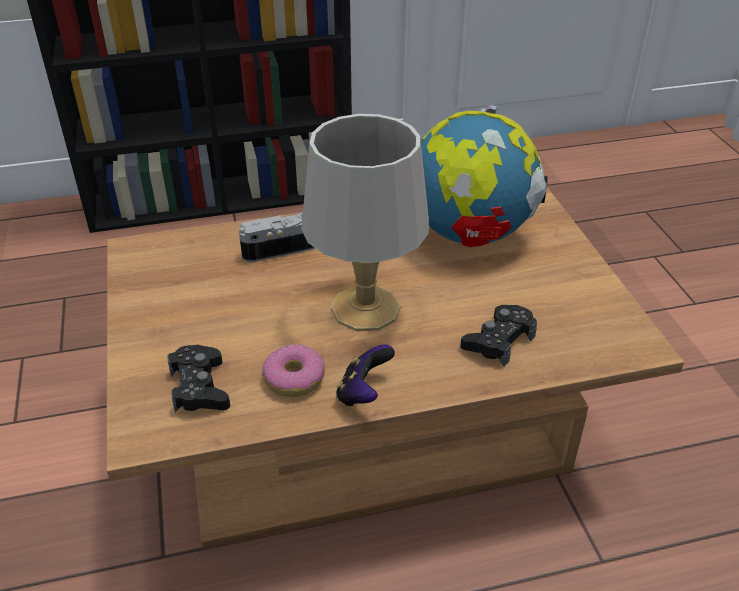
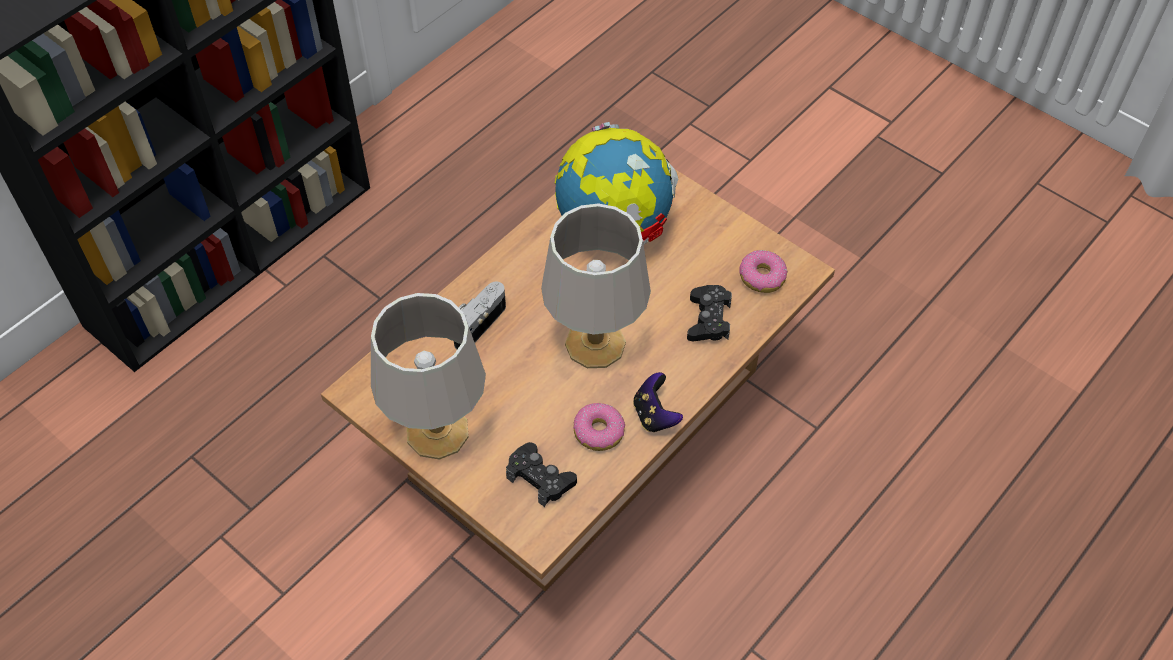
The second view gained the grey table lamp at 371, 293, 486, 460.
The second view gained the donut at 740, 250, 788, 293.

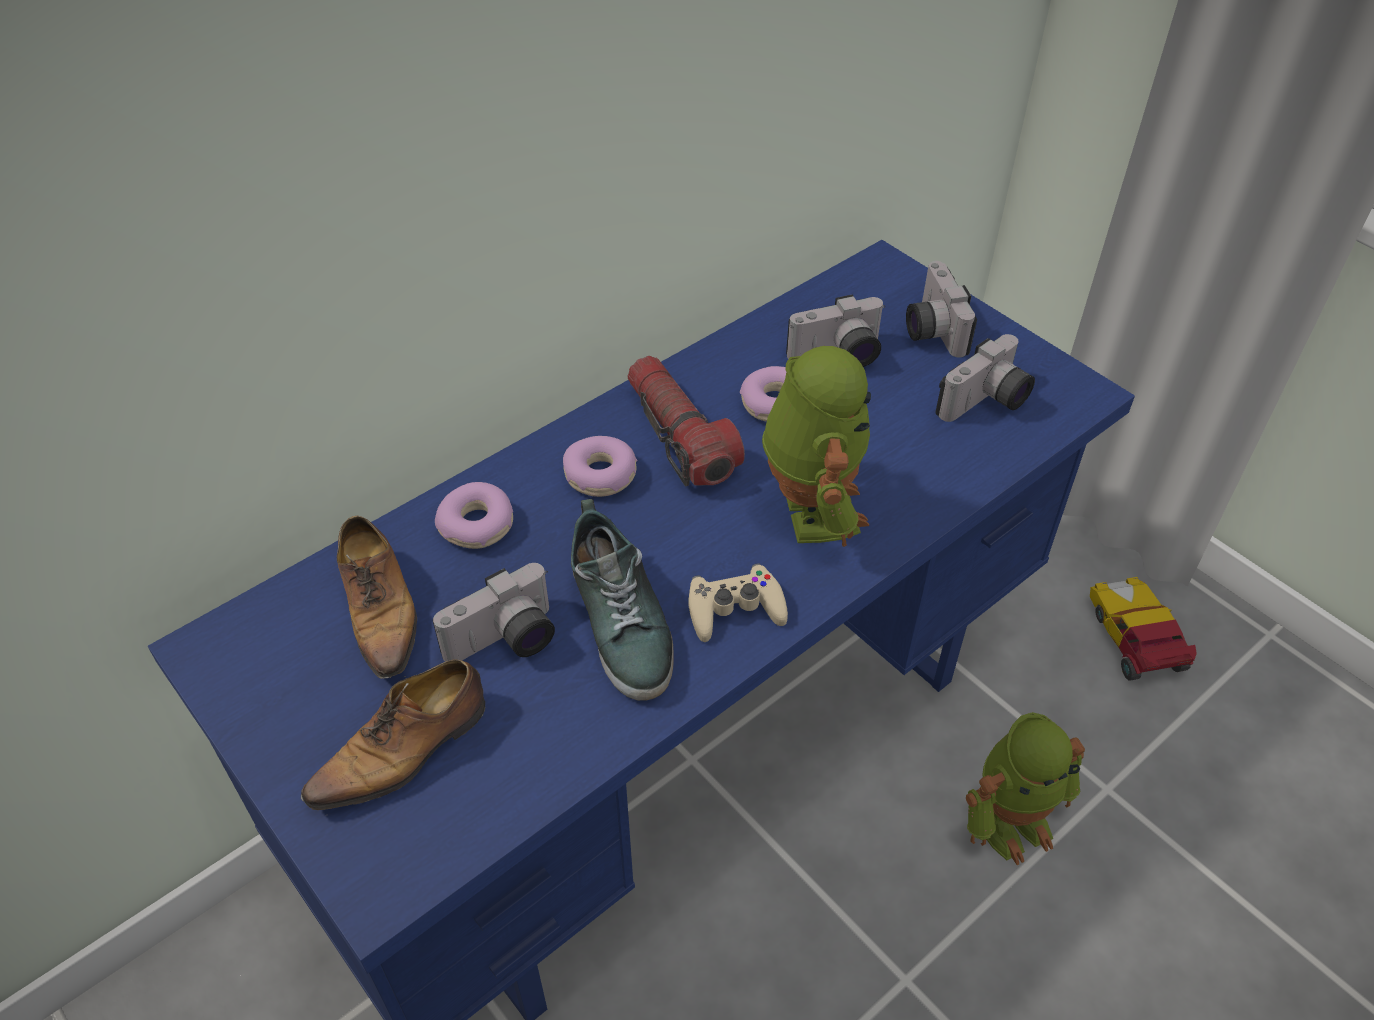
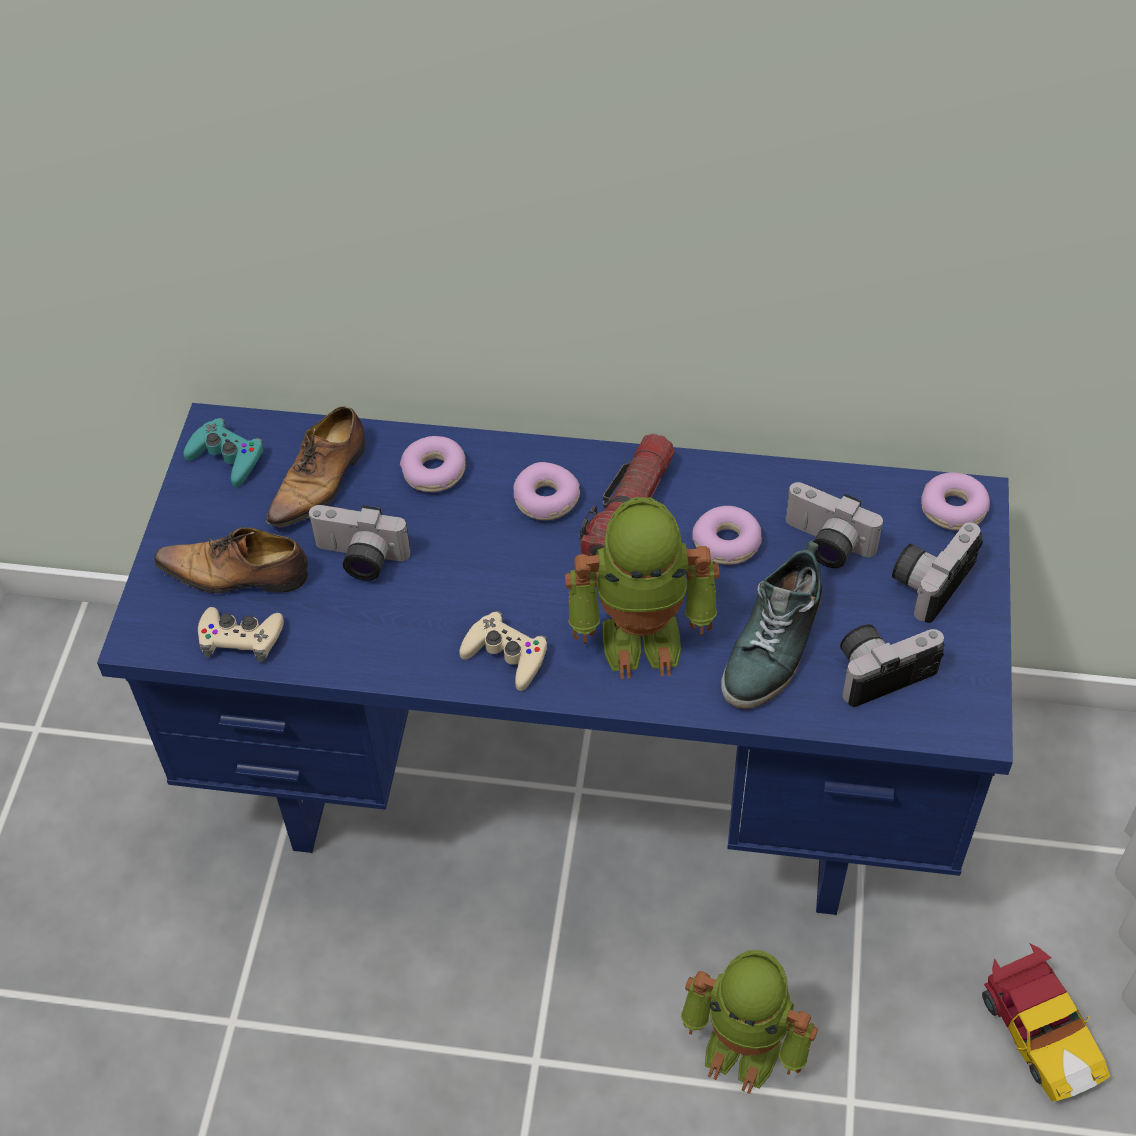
The second view gained the turquoise game controller at 183, 418, 264, 487.
The second view gained the beige game controller at 198, 607, 284, 662.
The toy robot at 762, 346, 871, 547 ended up facing another way, 45 degrees clockwise from before.
The shoe ended up elsewhere, having gone from 571, 499, 674, 701 to 721, 541, 822, 709.
The photo camera at 936, 334, 1035, 422 ended up facing another way, 150 degrees clockwise from before.
The second view gained the donut at 921, 472, 990, 530.
The toy car at 1090, 577, 1197, 681 ended up facing another way, 120 degrees clockwise from before.

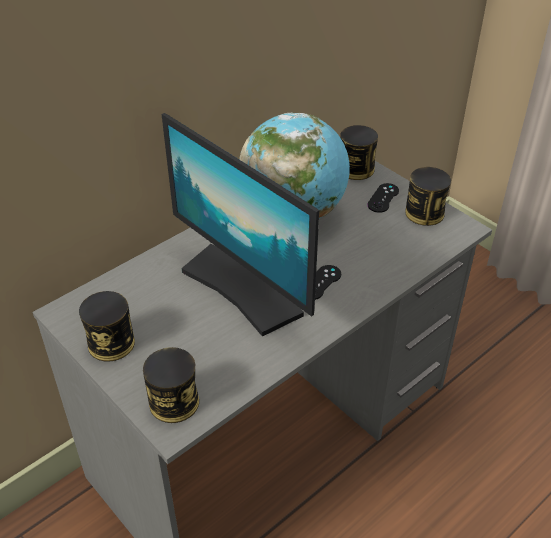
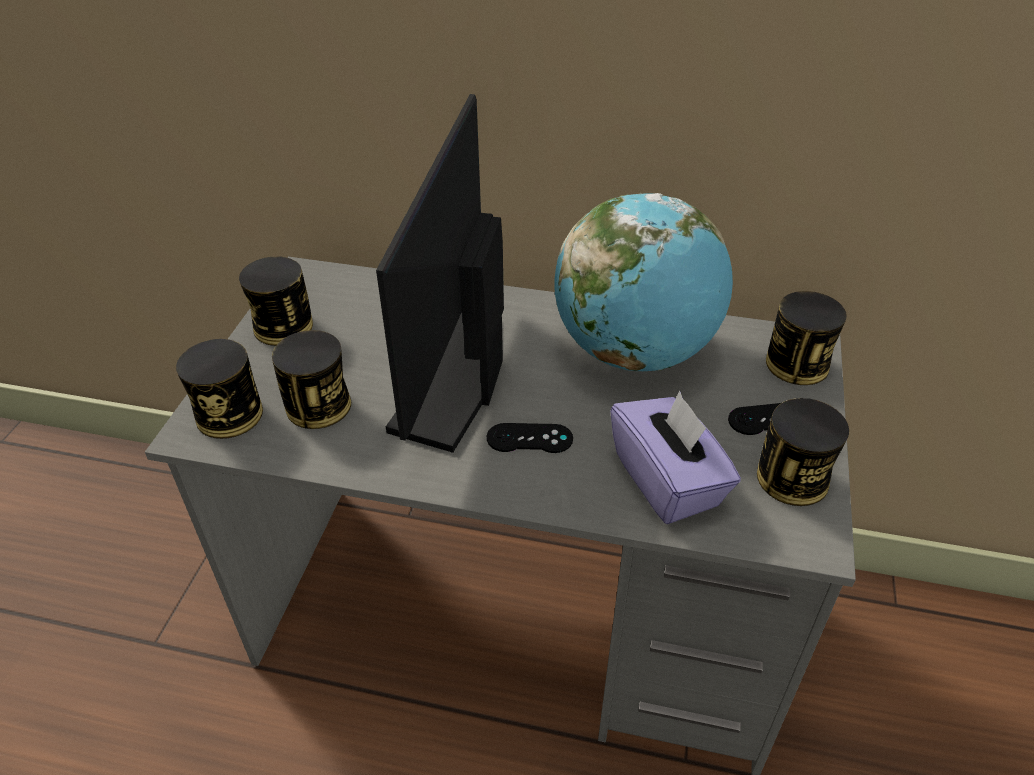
The second view gained the can at 272, 330, 351, 429.
The second view gained the purple tissue box at 610, 391, 741, 524.

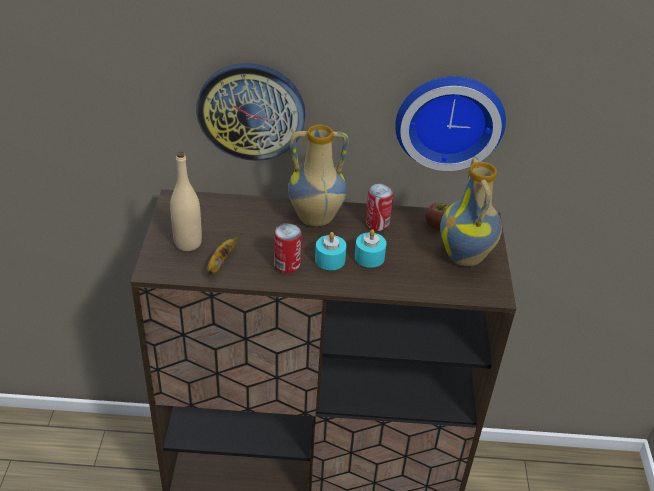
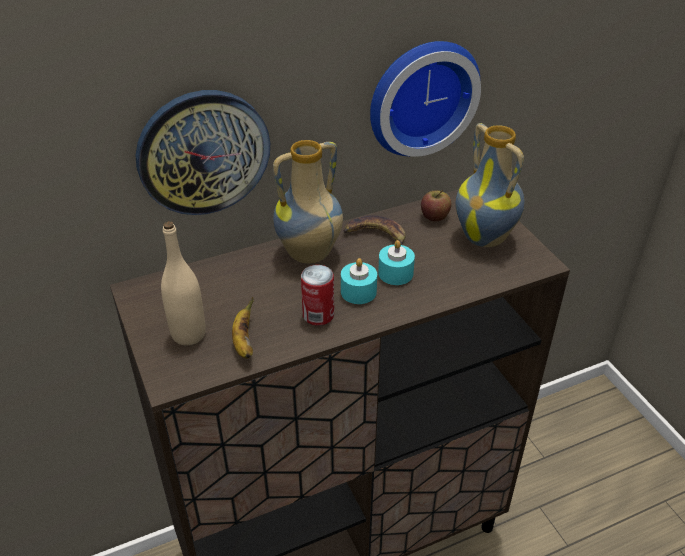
Where the can stood at 365, 184, 394, 231, the banana came to stand at 343, 215, 406, 245.

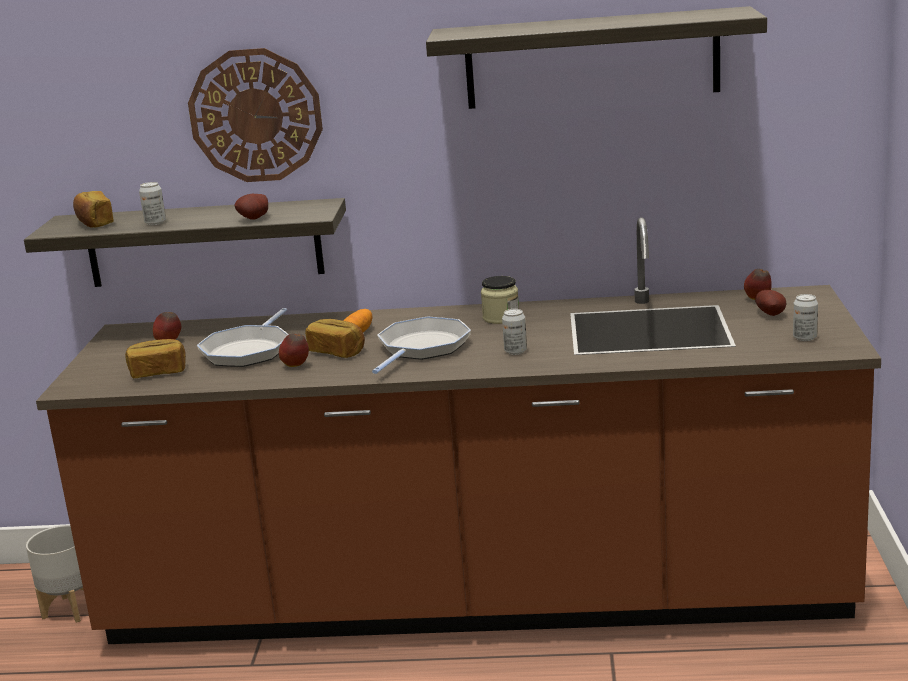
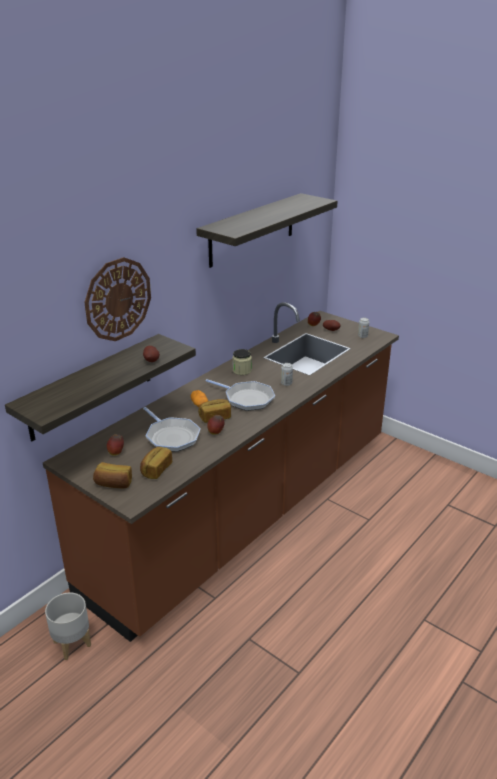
The bread ended up elsewhere, having gone from 73, 191, 114, 228 to 93, 462, 132, 488.
The frying pan at 372, 317, 471, 374 ended up facing another way, 150 degrees clockwise from before.
The second view lost the can at 139, 182, 166, 225.

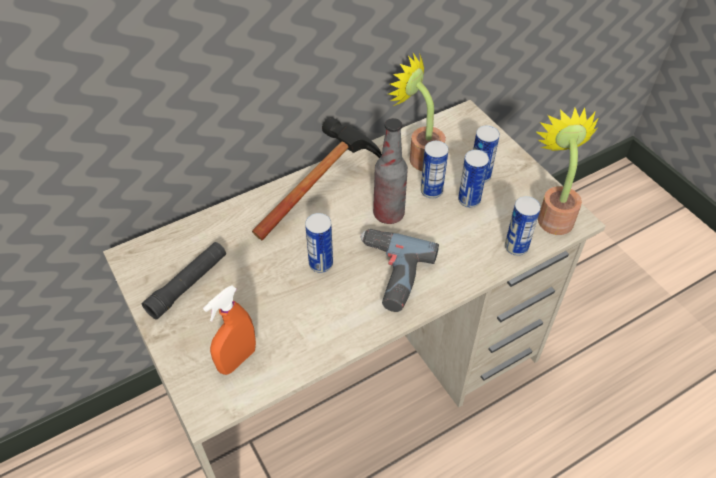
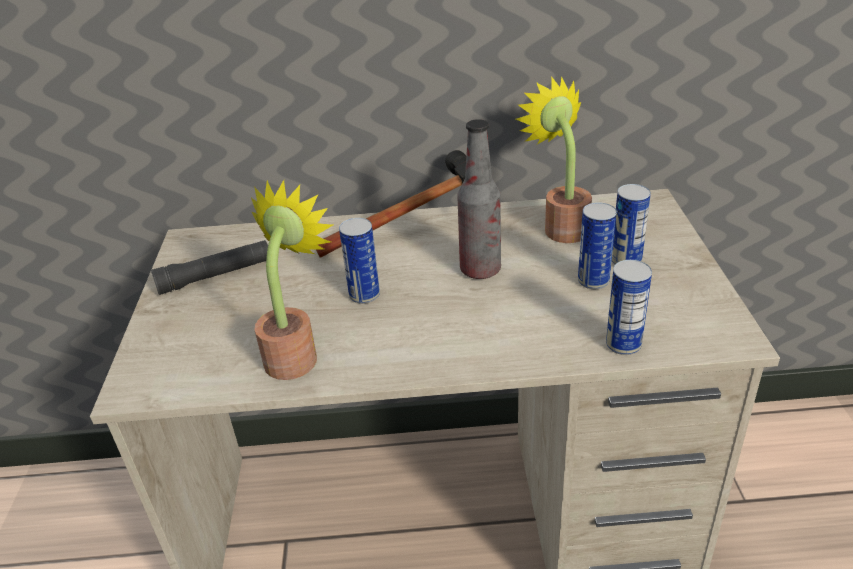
The potted plant ended up elsewhere, having gone from 535, 107, 598, 235 to 251, 180, 333, 380.
The second view lost the orange spray bottle at 203, 286, 256, 375.
The second view lost the power drill at 360, 229, 439, 312.
The second view lost the can at 421, 141, 449, 199.

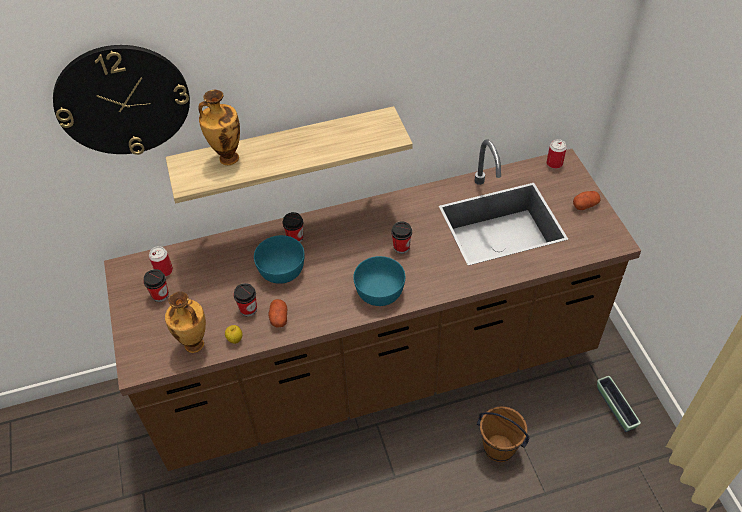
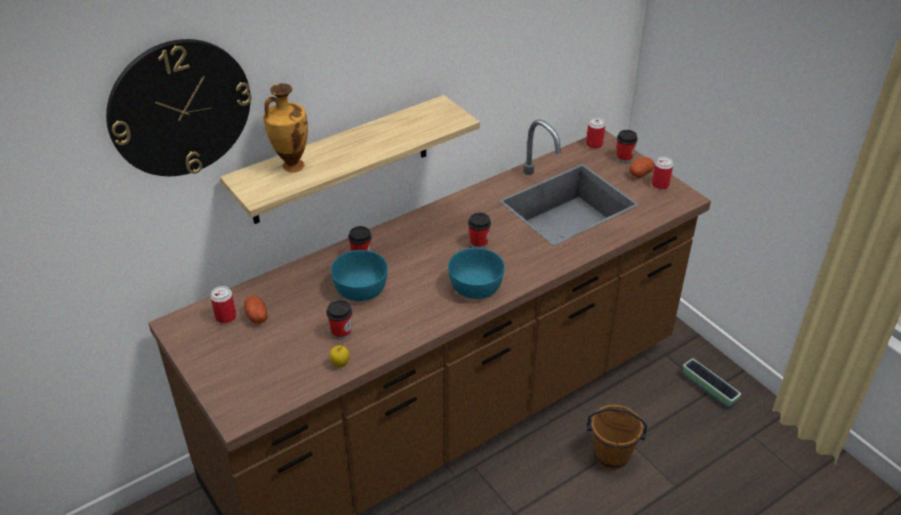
The potato ended up elsewhere, having gone from 269, 299, 287, 327 to 244, 296, 267, 324.
The cup ended up elsewhere, having gone from 143, 269, 169, 302 to 617, 130, 638, 163.
The second view gained the can at 652, 157, 673, 190.
The second view lost the vase at 165, 291, 206, 353.

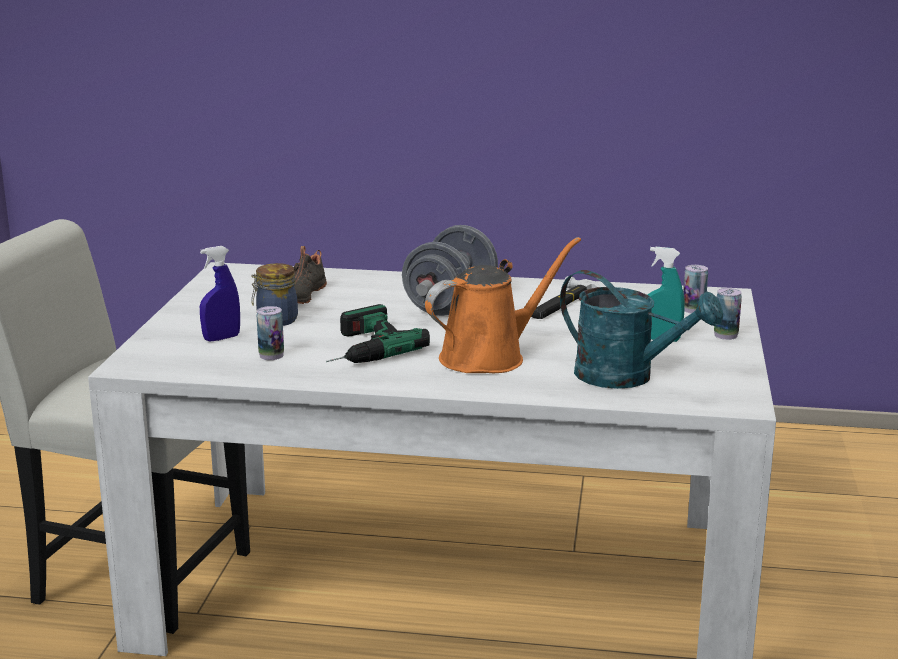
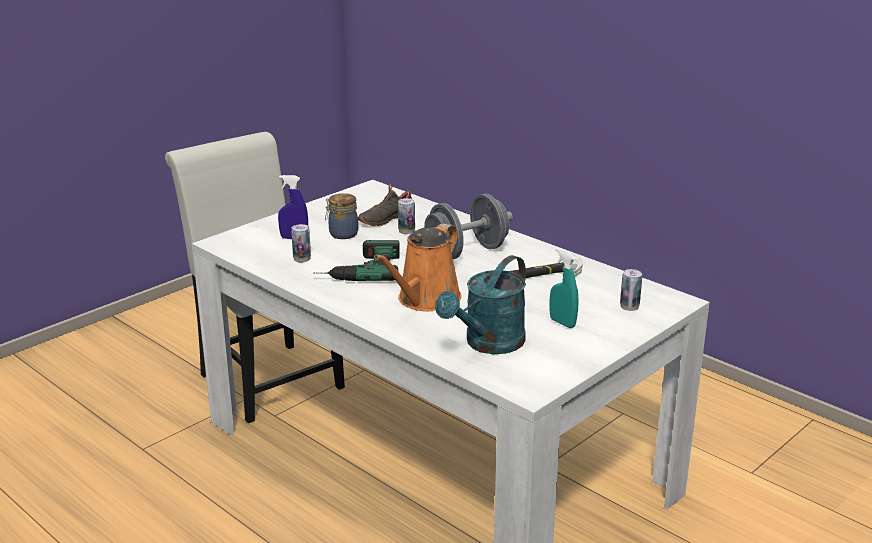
The orange watering can at 425, 237, 581, 373 ended up facing another way, 120 degrees clockwise from before.
The can ended up elsewhere, having gone from 714, 288, 742, 340 to 398, 198, 415, 234.
The turquoise watering can at 560, 270, 723, 389 ended up facing another way, 60 degrees clockwise from before.

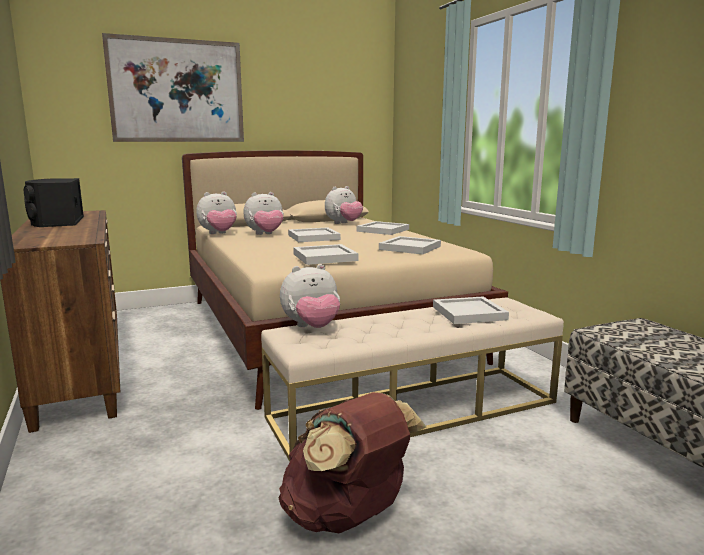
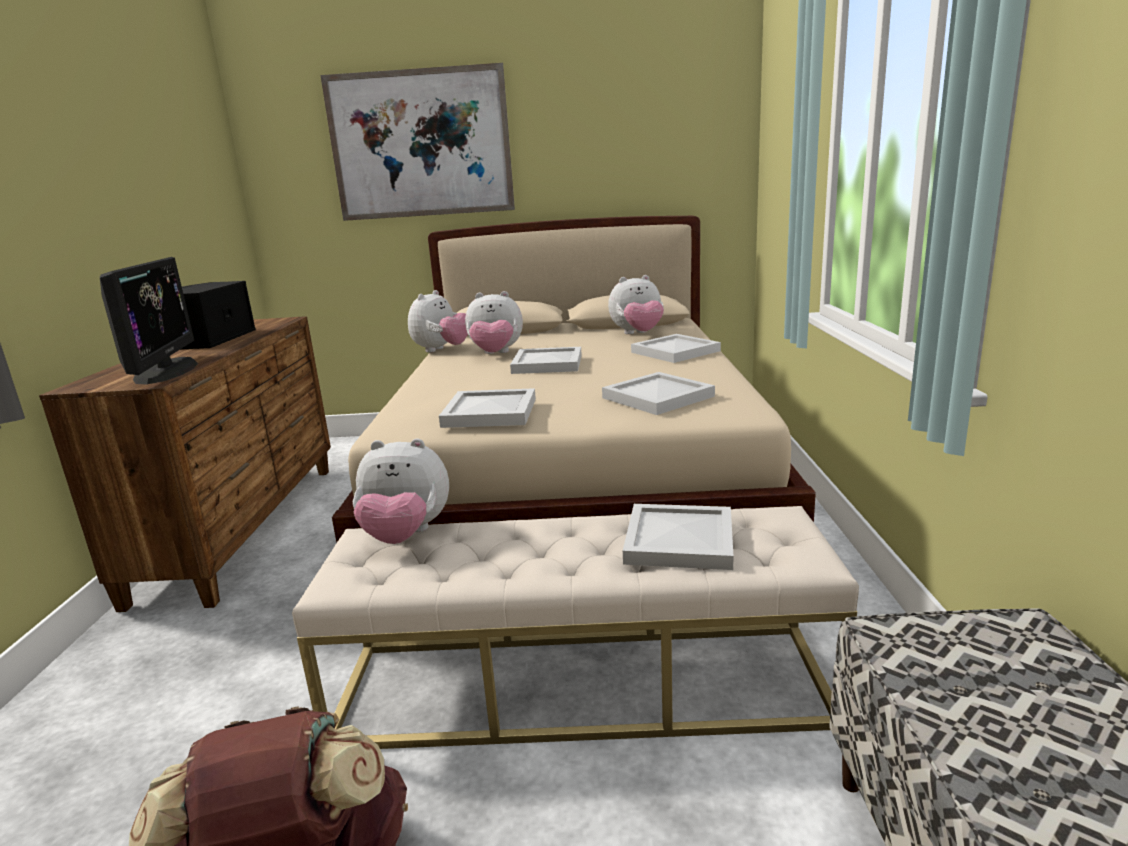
The second view gained the monitor at 100, 257, 198, 384.
The plush toy at 196, 192, 237, 234 ended up facing another way, 60 degrees counterclockwise from before.

